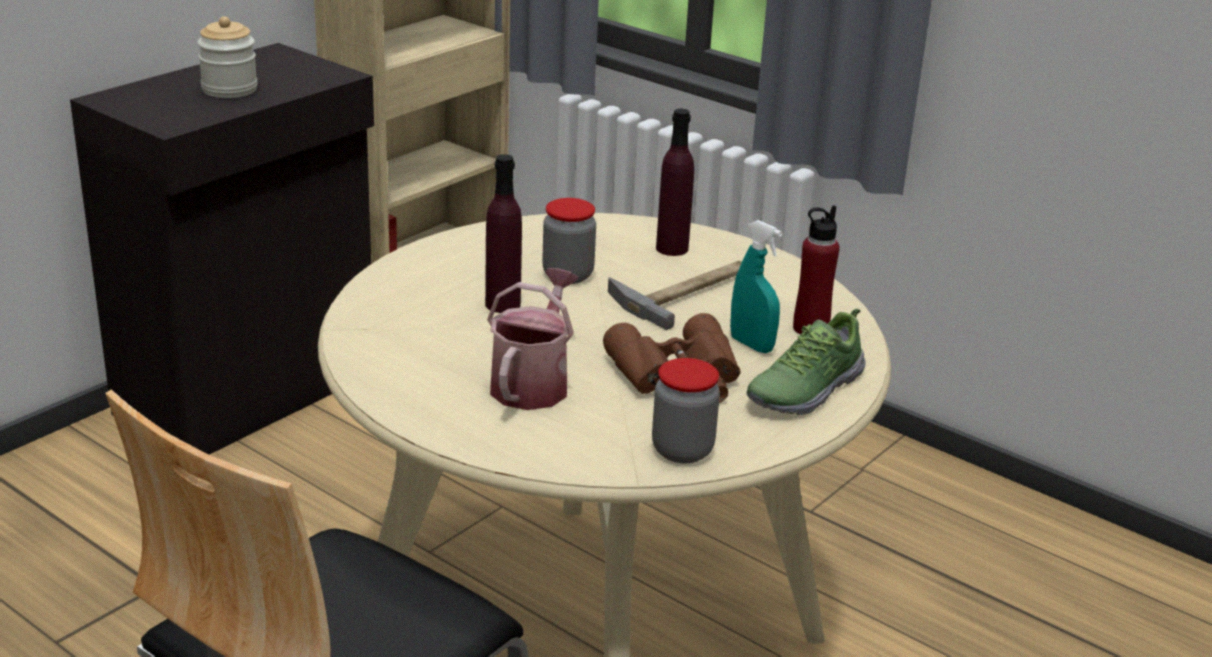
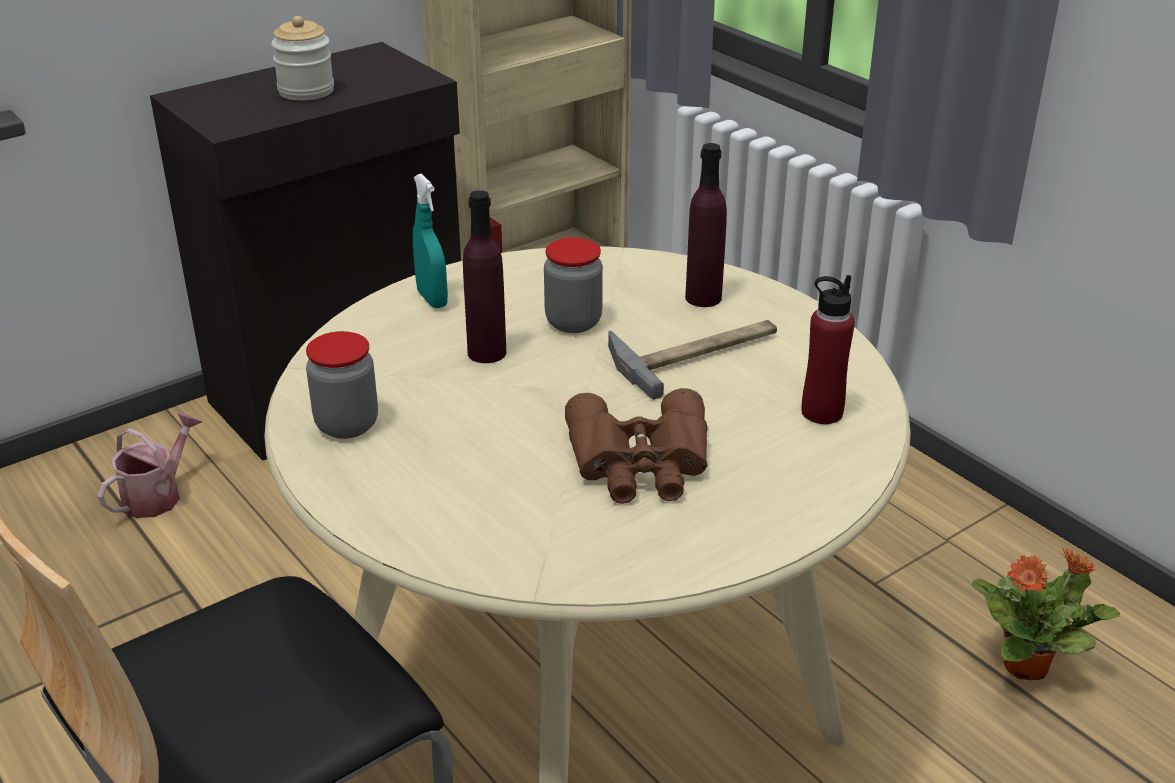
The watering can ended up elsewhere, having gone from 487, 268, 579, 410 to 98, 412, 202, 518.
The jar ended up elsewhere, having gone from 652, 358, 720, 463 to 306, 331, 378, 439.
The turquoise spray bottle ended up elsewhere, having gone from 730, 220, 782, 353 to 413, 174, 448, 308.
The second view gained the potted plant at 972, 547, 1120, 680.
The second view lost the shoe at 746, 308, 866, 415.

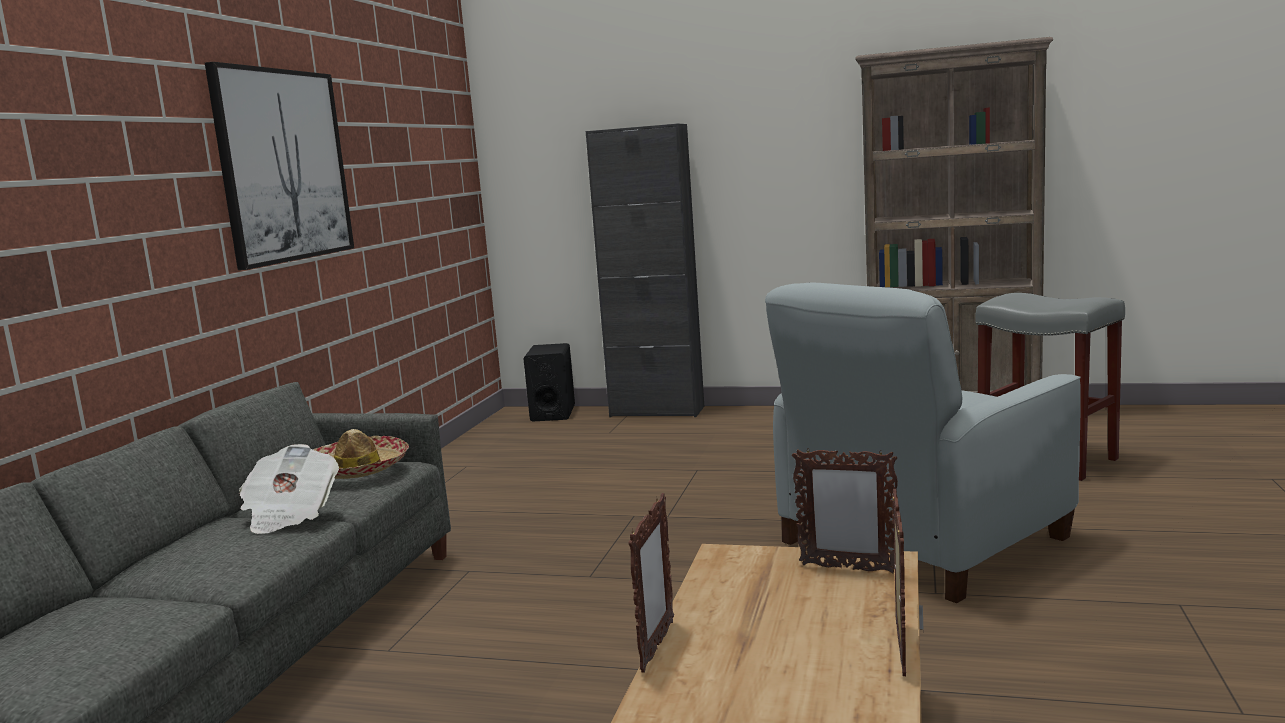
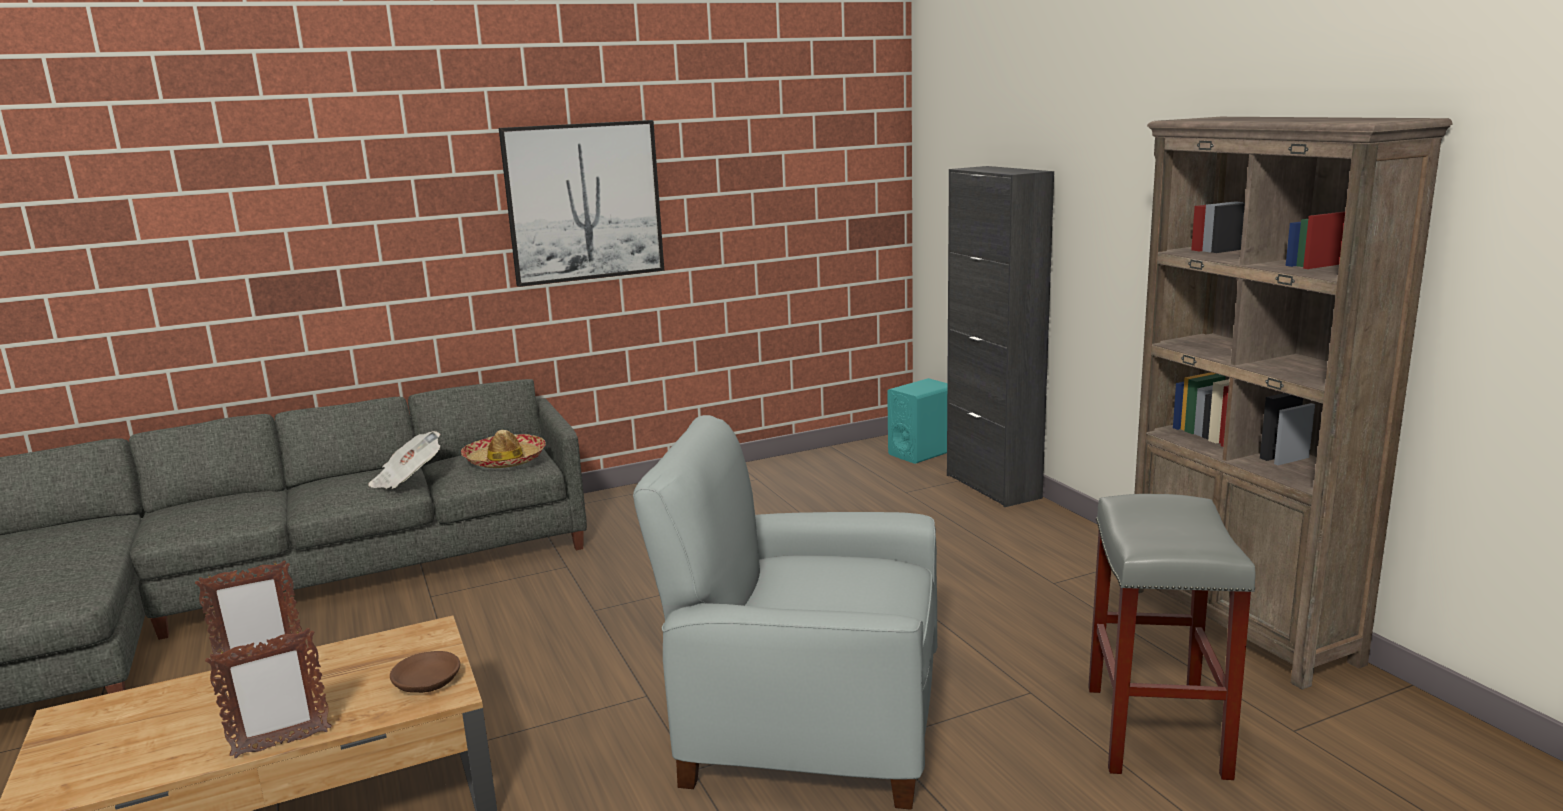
Where the picture frame stood at 792, 449, 898, 574, the brown bowl came to stand at 390, 651, 460, 693.
What was the black speaker at 523, 343, 575, 422 turned into the turquoise speaker at 887, 378, 947, 464.

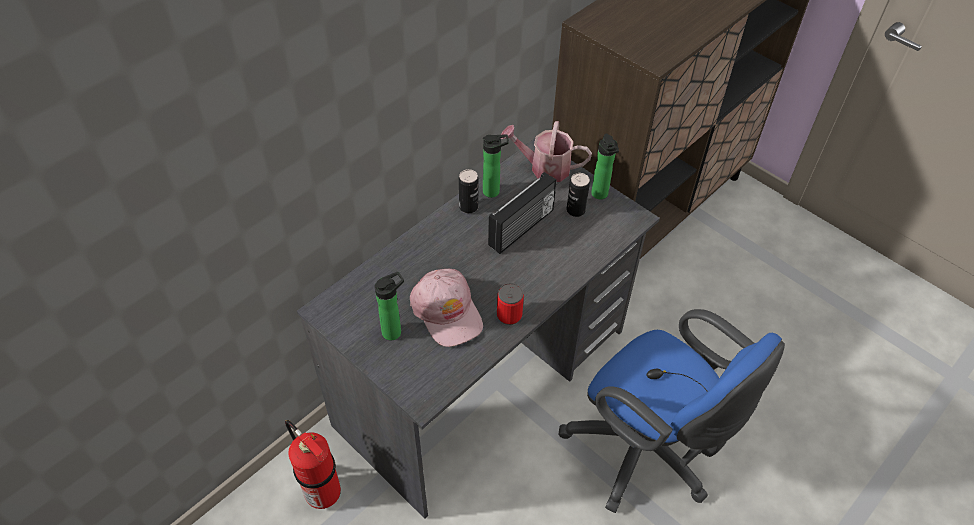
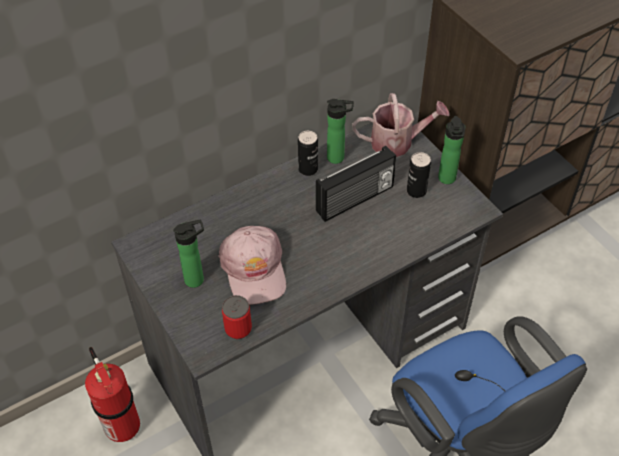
The can ended up elsewhere, having gone from 497, 283, 524, 325 to 222, 295, 252, 339.
The watering can at 501, 121, 592, 182 ended up facing another way, 150 degrees clockwise from before.

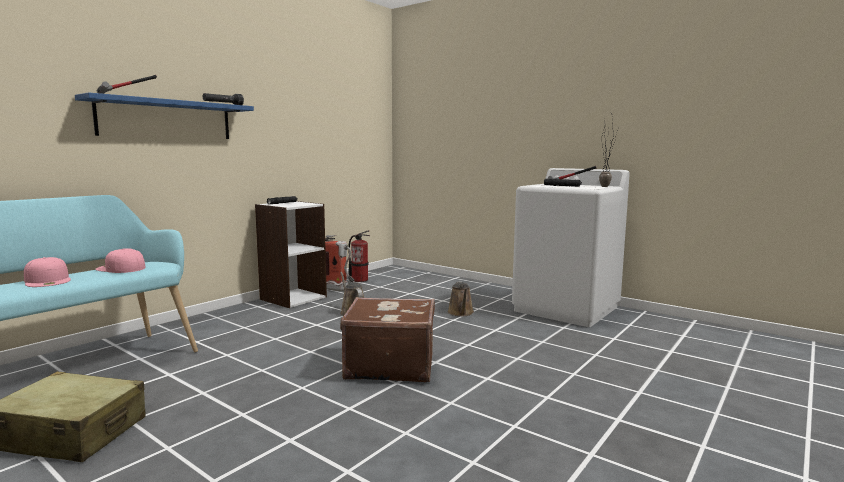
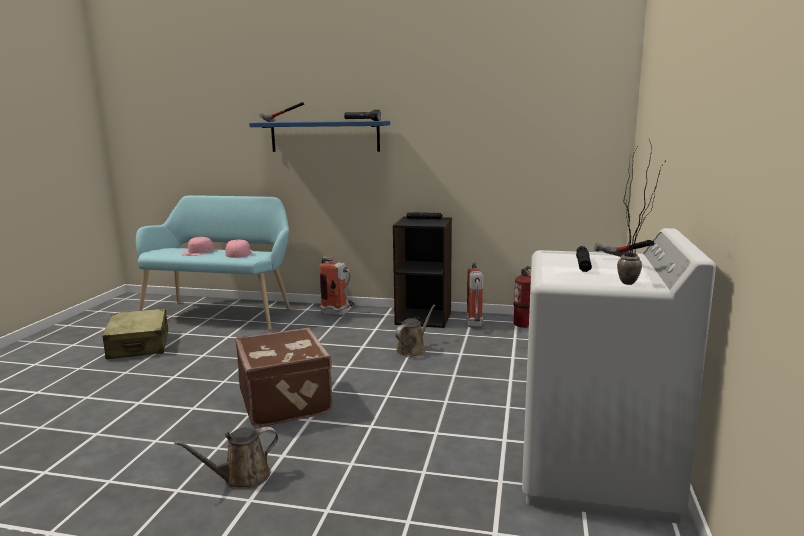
The brown watering can ended up elsewhere, having gone from 448, 281, 474, 316 to 174, 427, 278, 488.
The second view gained the fire extinguisher at 320, 256, 355, 317.
What was the white bookcase at 255, 201, 327, 308 turned into the black bookcase at 393, 216, 452, 328.

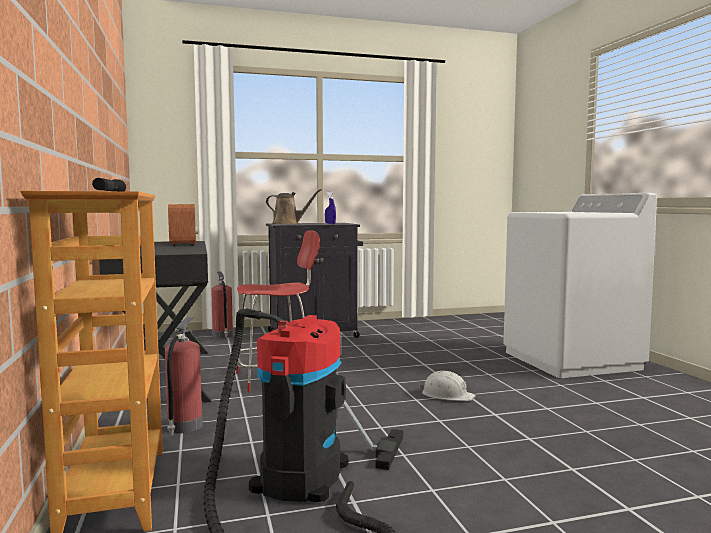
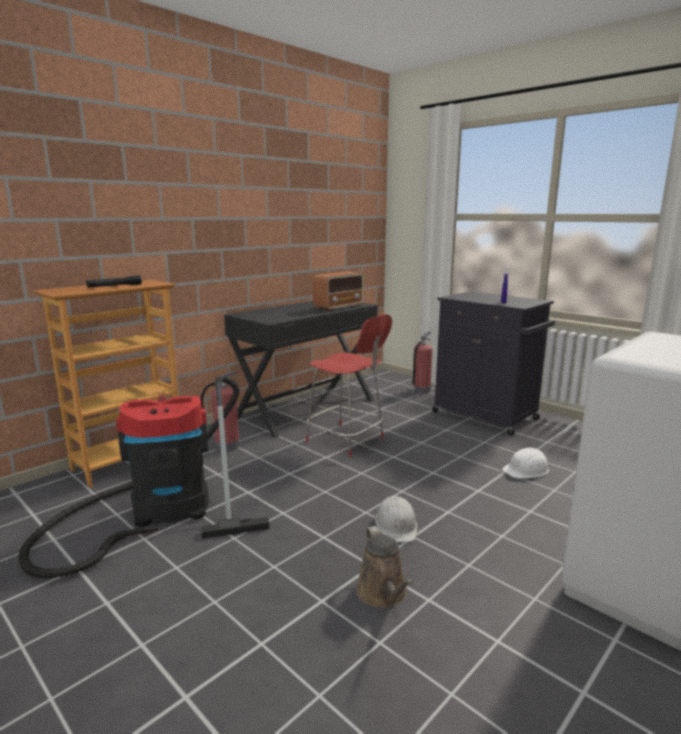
The brown watering can ended up elsewhere, having gone from 266, 189, 322, 224 to 356, 526, 413, 608.
The second view gained the white hard hat at 502, 448, 549, 478.

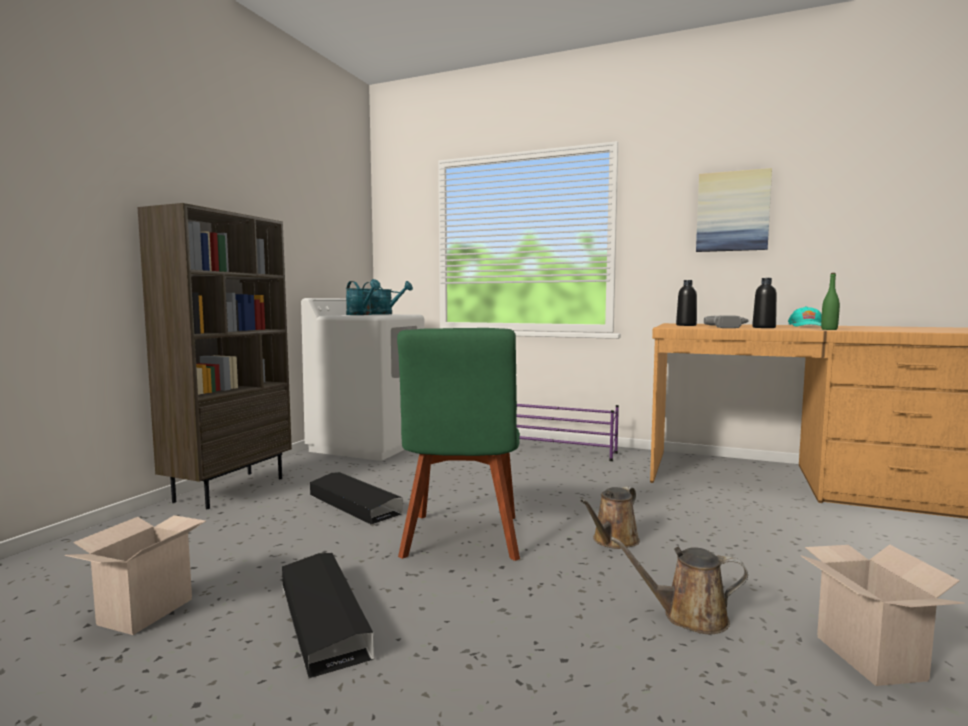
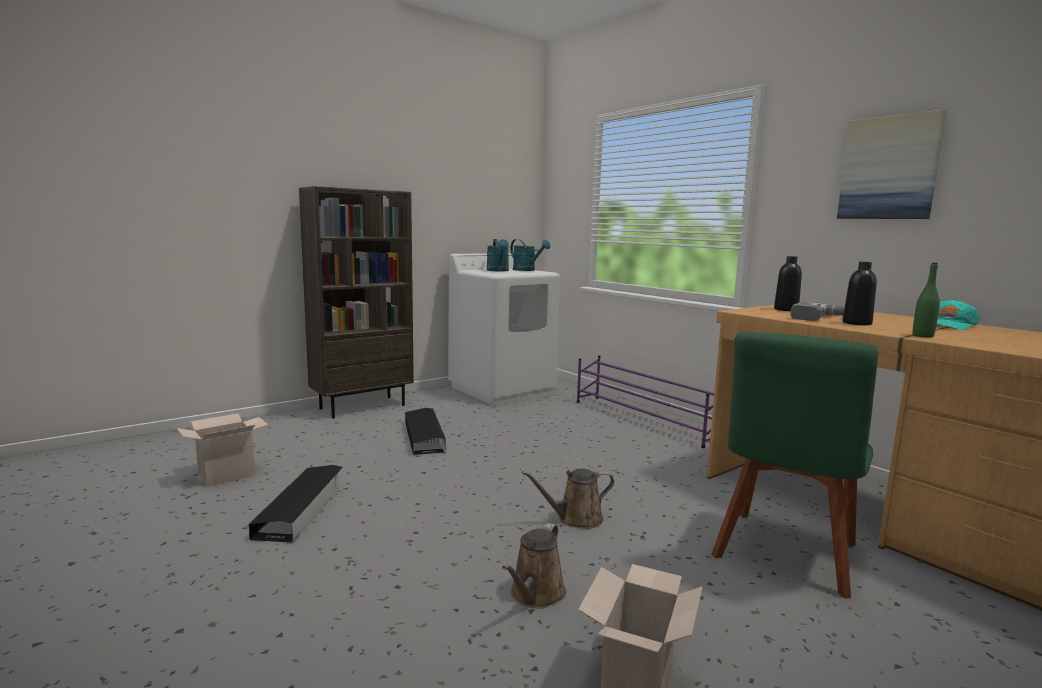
The brown watering can at 611, 537, 748, 634 ended up facing another way, 105 degrees counterclockwise from before.
The green chair ended up elsewhere, having gone from 397, 328, 520, 561 to 711, 332, 878, 599.

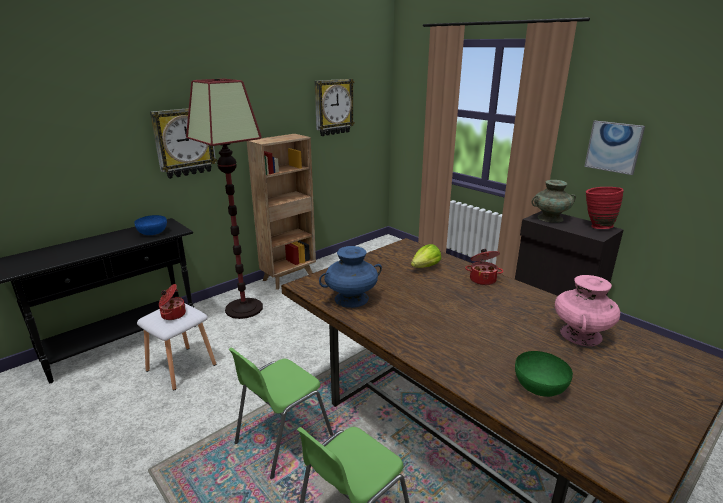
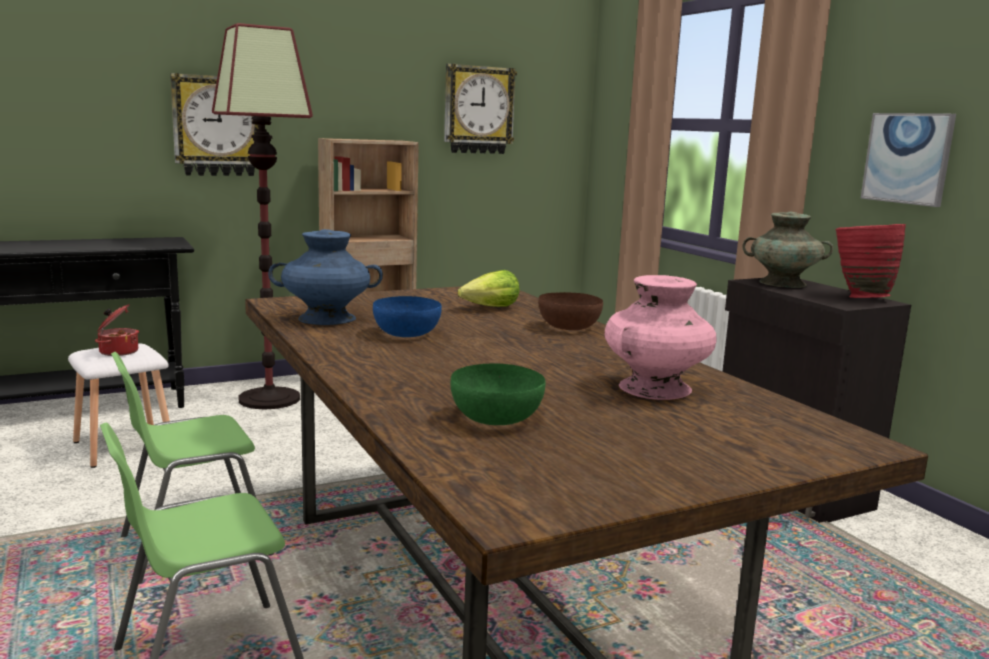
The blue bowl ended up elsewhere, having gone from 134, 215, 167, 235 to 373, 296, 442, 337.
Where the cooking pot stood at 465, 249, 504, 285, the brown bowl came to stand at 539, 292, 603, 330.

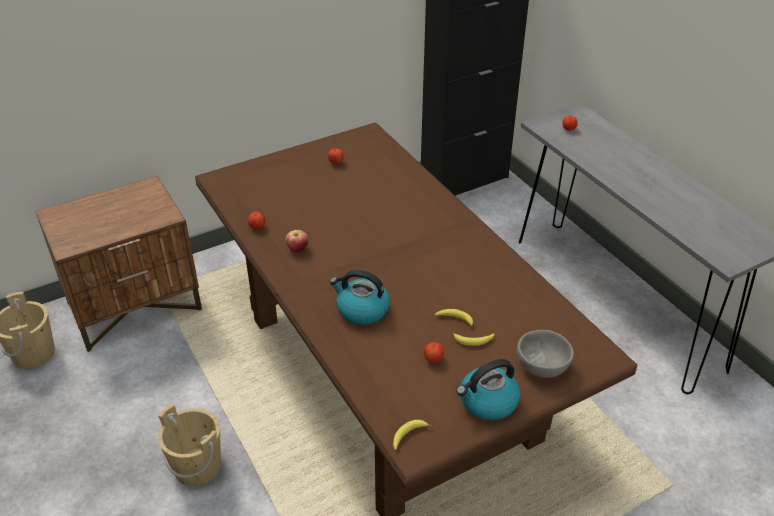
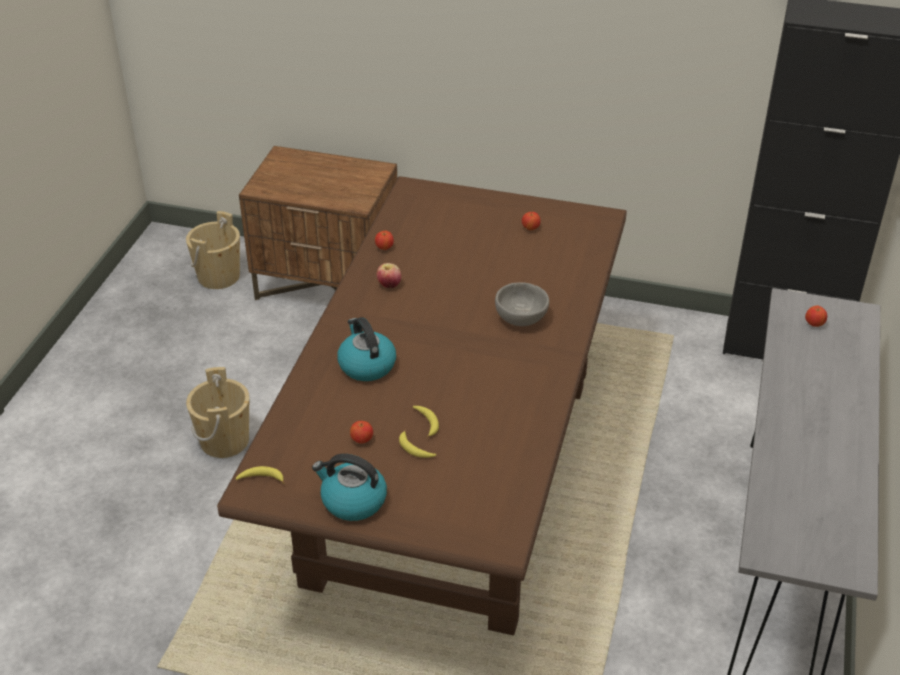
The grey bowl ended up elsewhere, having gone from 517, 330, 574, 378 to 495, 282, 549, 326.

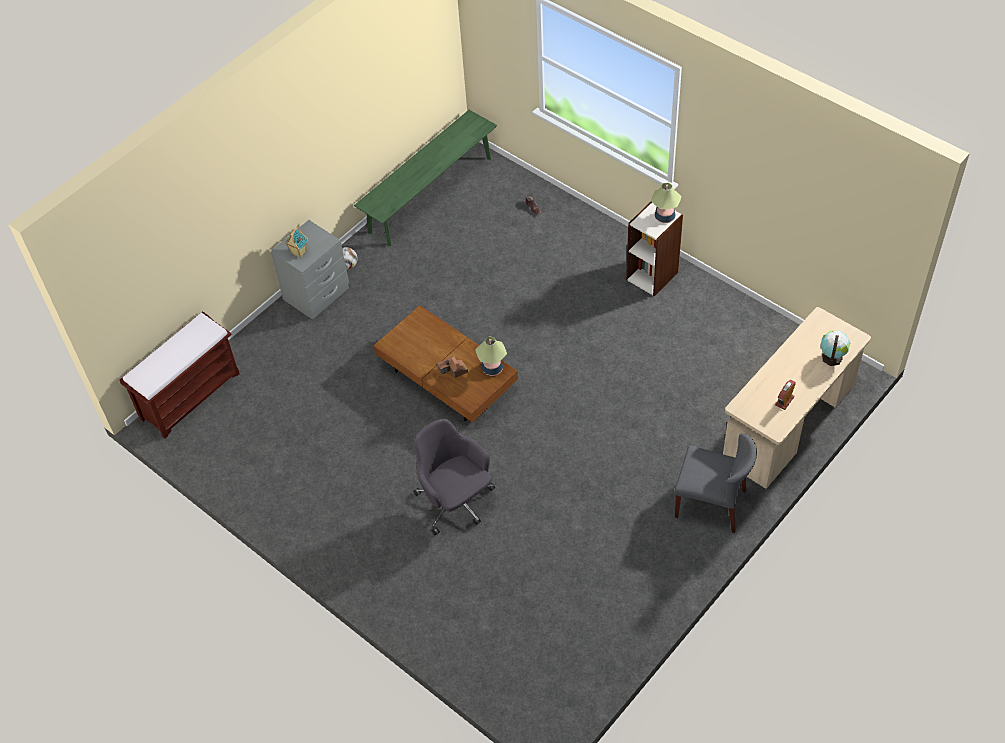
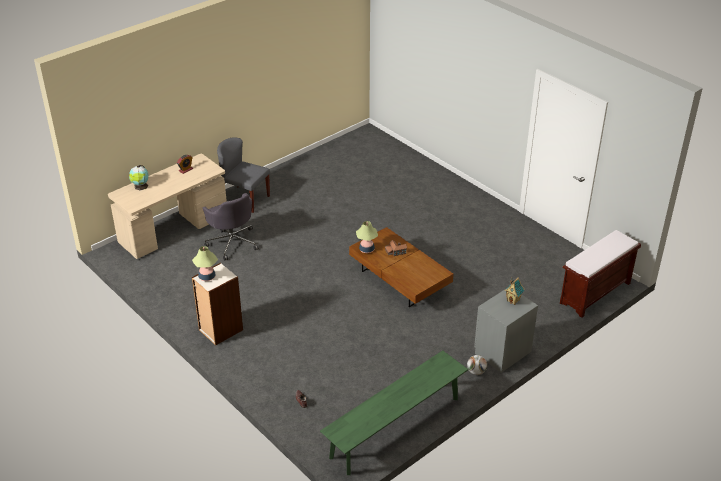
The grey office chair ended up elsewhere, having gone from 413, 419, 495, 535 to 202, 193, 259, 261.

